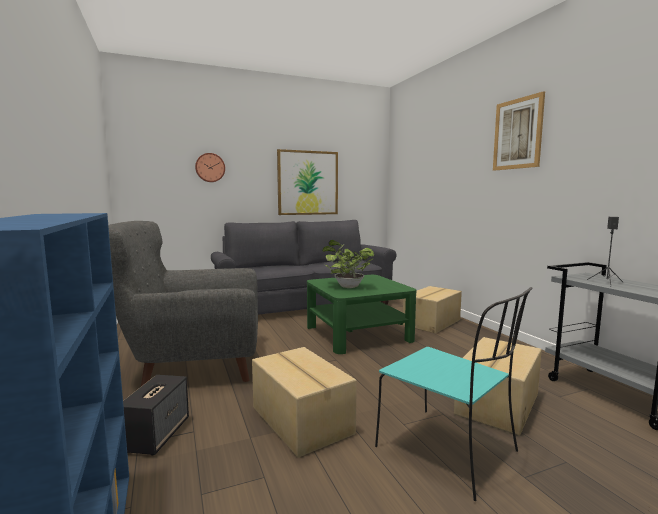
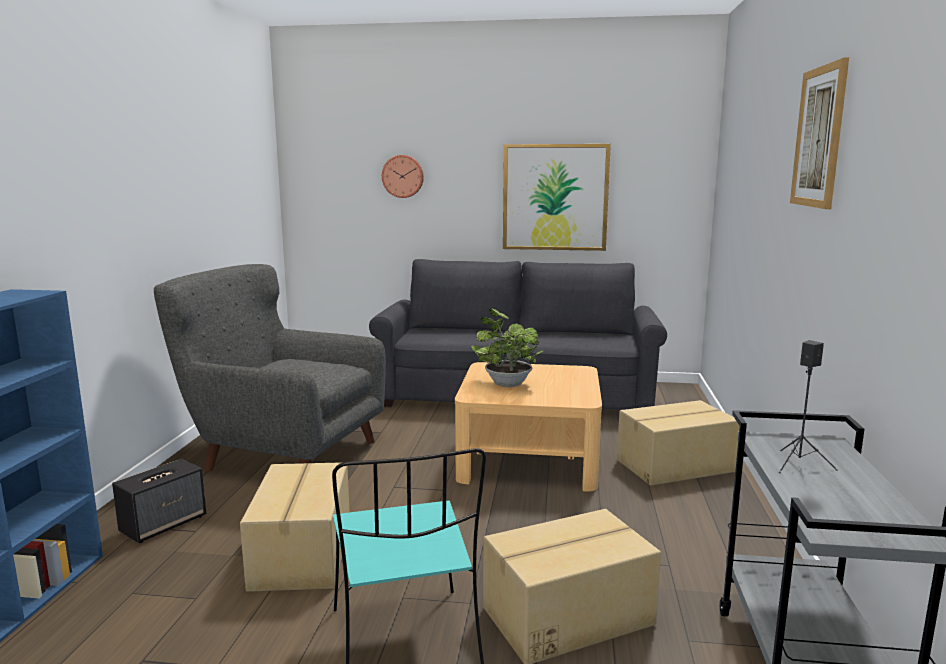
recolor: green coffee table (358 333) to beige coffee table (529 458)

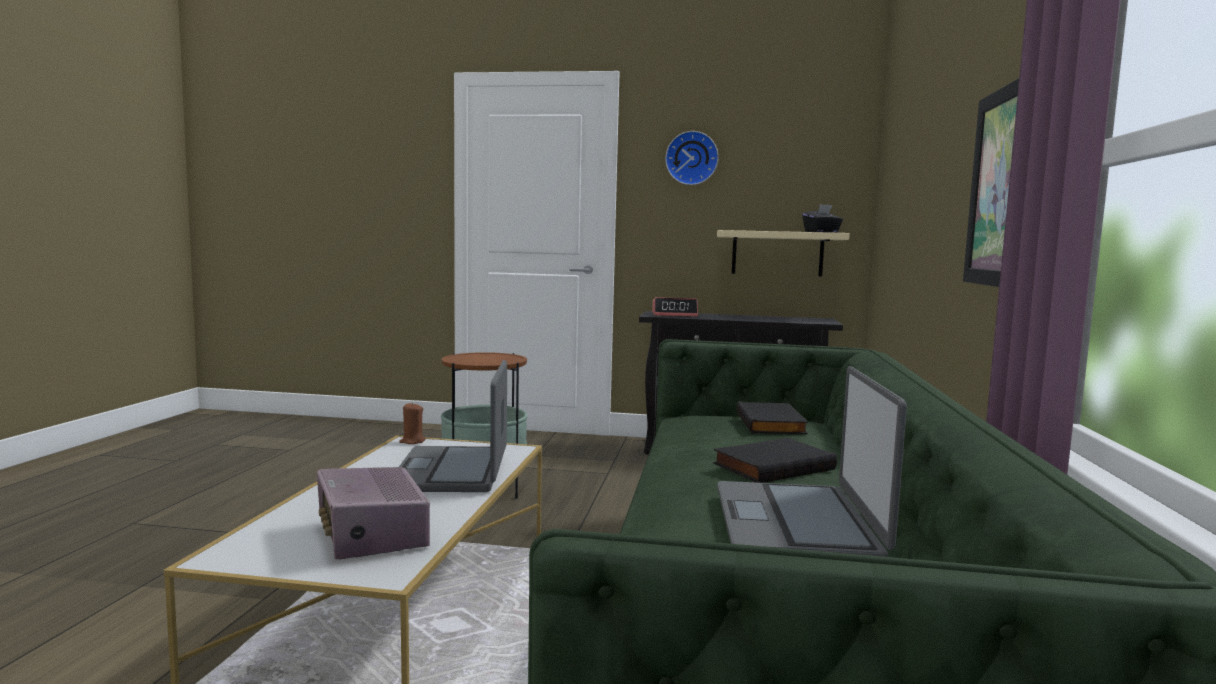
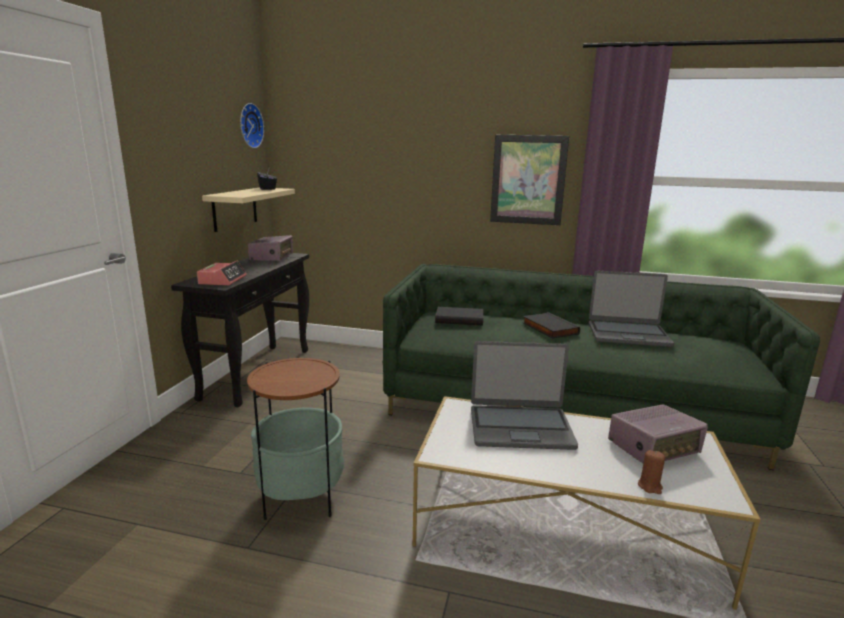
insert: radio (272 258)
move: brown candle (412 441) to (650 486); wall clock (691 158) to (249 125)

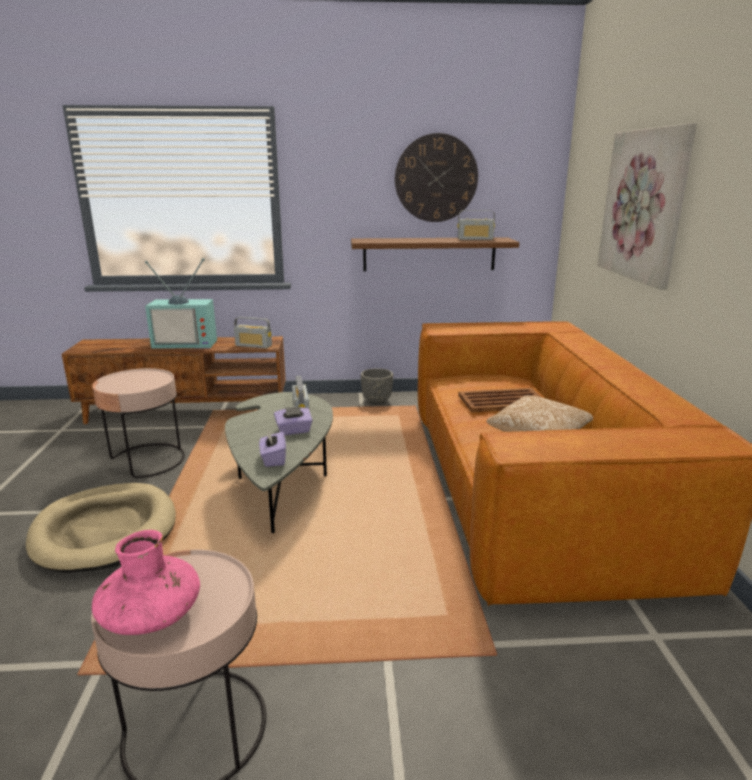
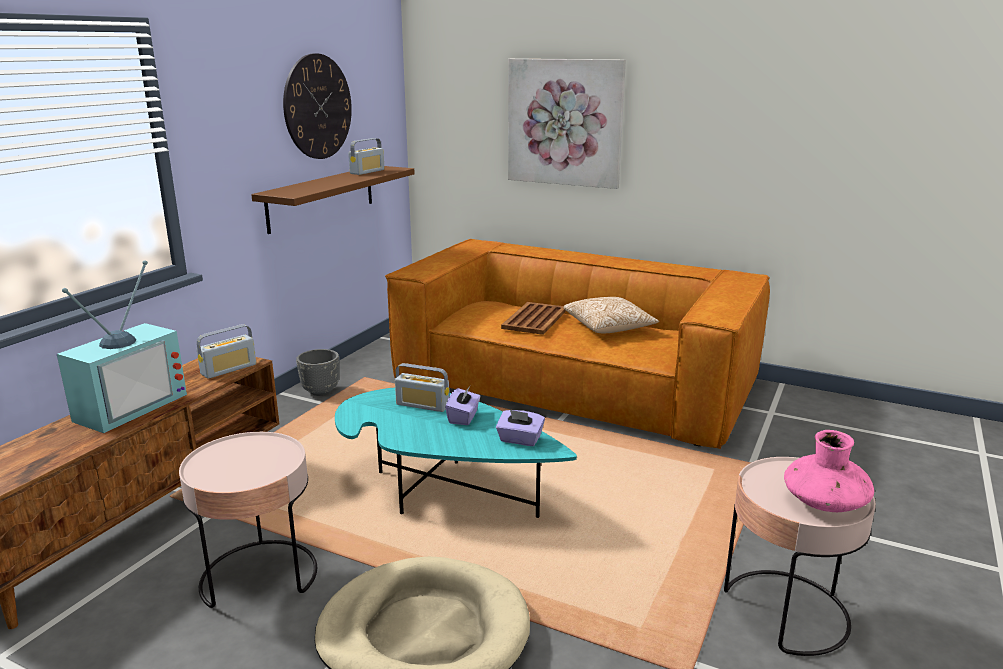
recolor: grey coffee table (283 483) to turquoise coffee table (442 490)

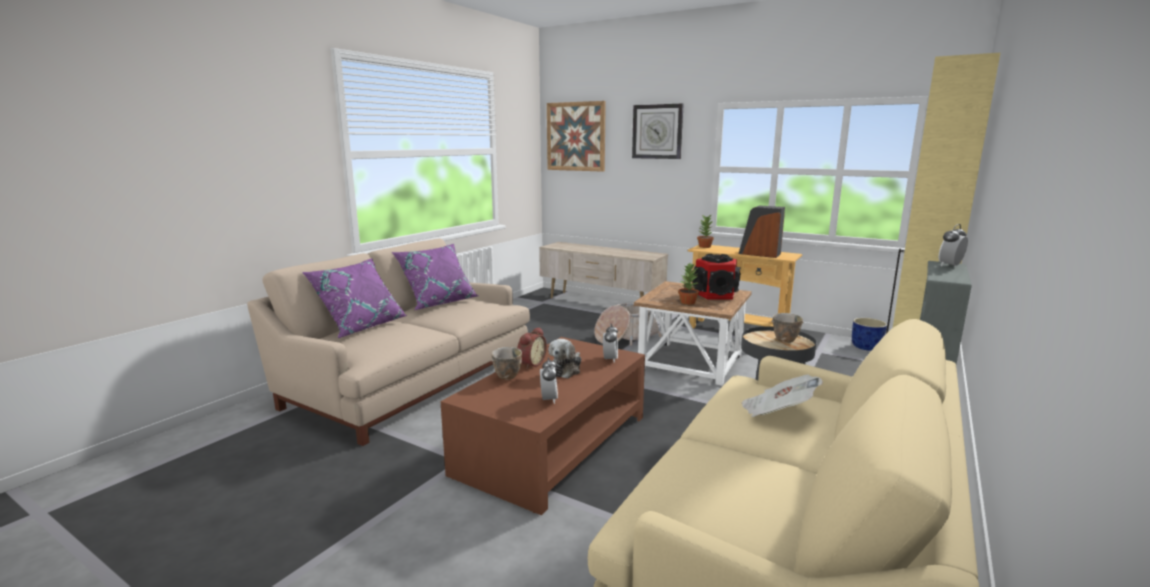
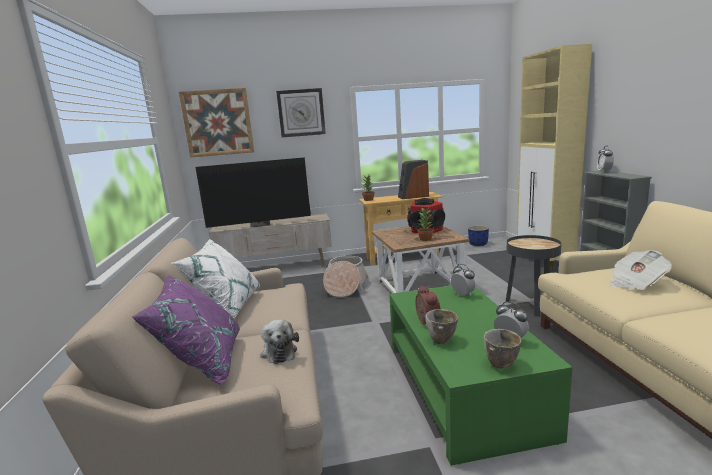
insert: television (260 224)
move: plush toy (566 370) to (279 352); bowl (784 341) to (500 365)
recolor: purple pillow (438 302) to white pillow (226 306); brown coffee table (553 444) to green coffee table (462 386)

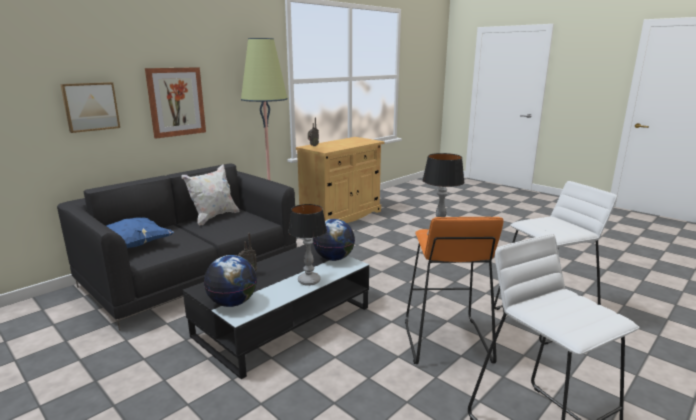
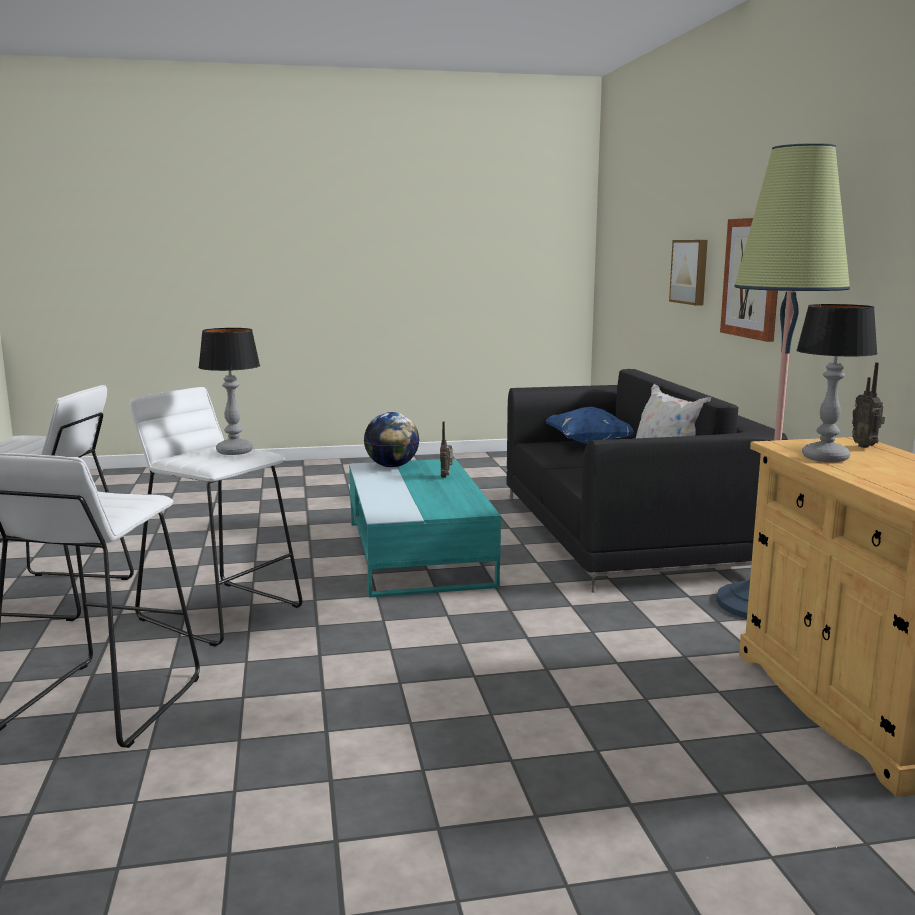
delete: globe (334 258)
move: table lamp (309 281) to (825 458)
recolor: black coffee table (283 321) to turquoise coffee table (417 552); orange stool (445 341) to white stool (221 612)

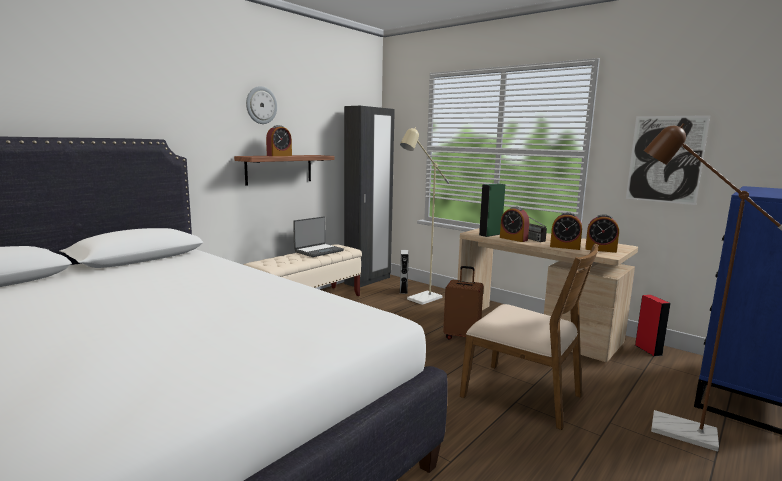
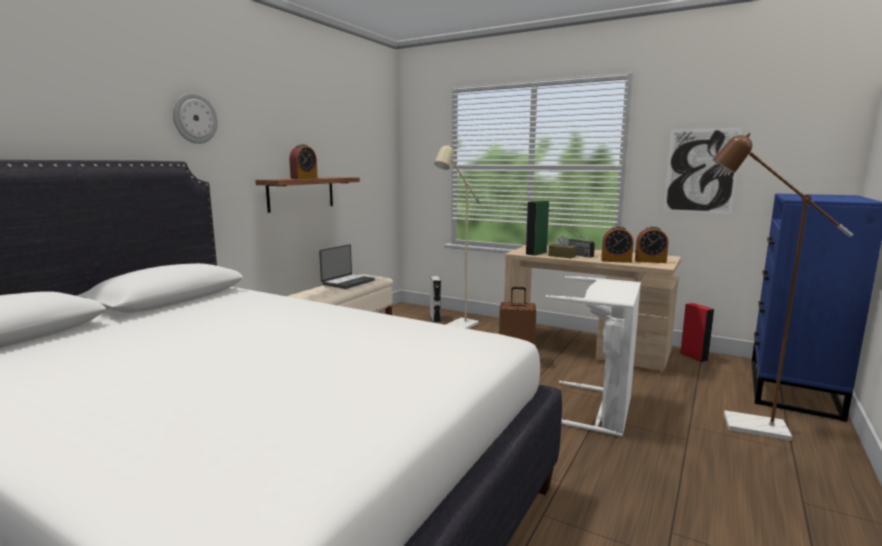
delete: black wardrobe (368 281)
move: wall clock (261 105) to (194 118)
replace: brown chair (522 395) to white laundry basket (600 410); alarm clock (513 239) to brown tissue box (562 256)

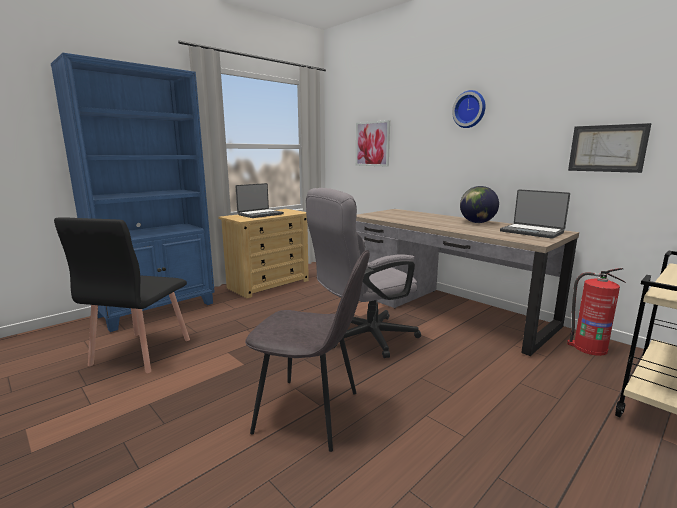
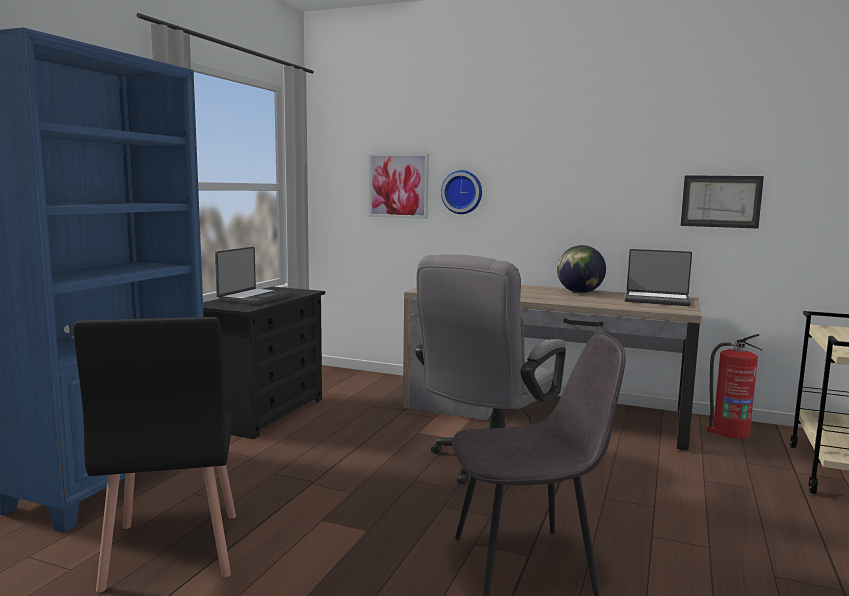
move: wall clock (470 109) to (462 192)
recolor: beige dresser (269 284) to black dresser (264 413)

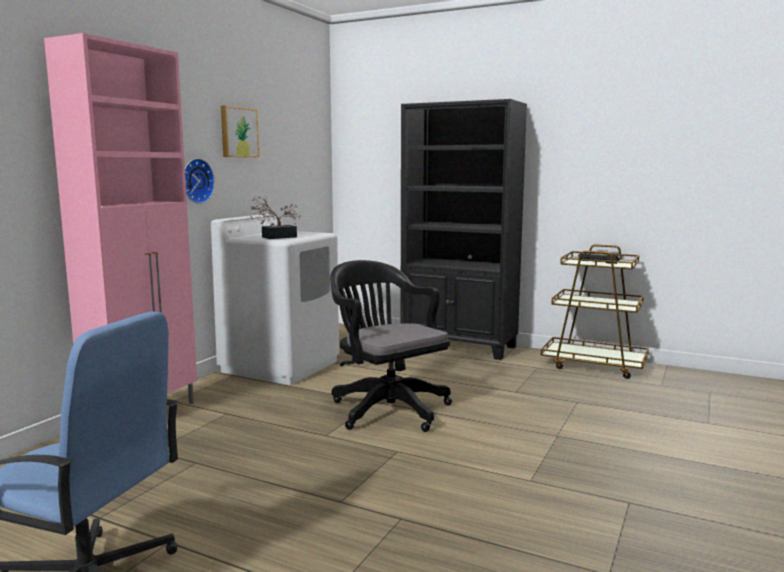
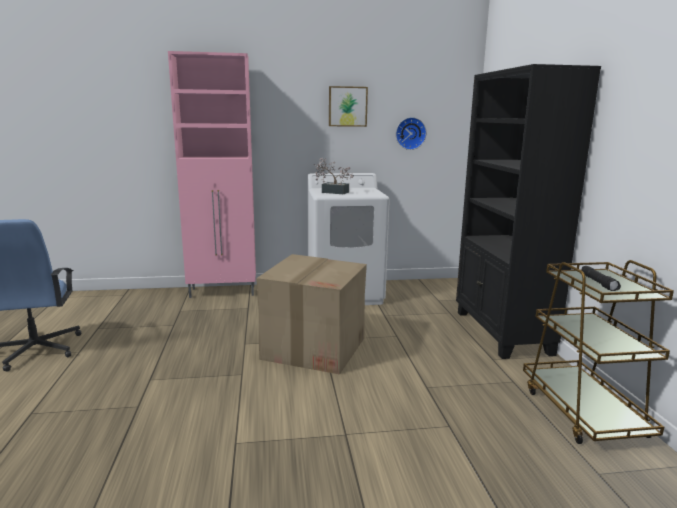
move: wall clock (196 181) to (410 133)
replace: black office chair (386 408) to cardboard box (314 347)

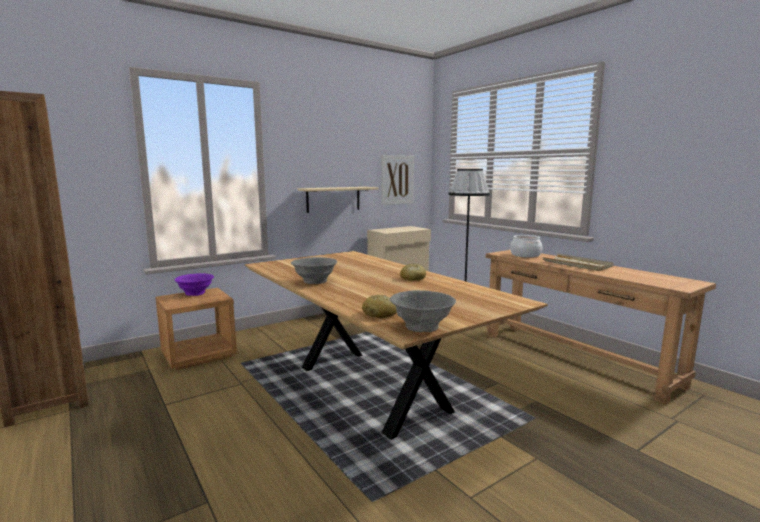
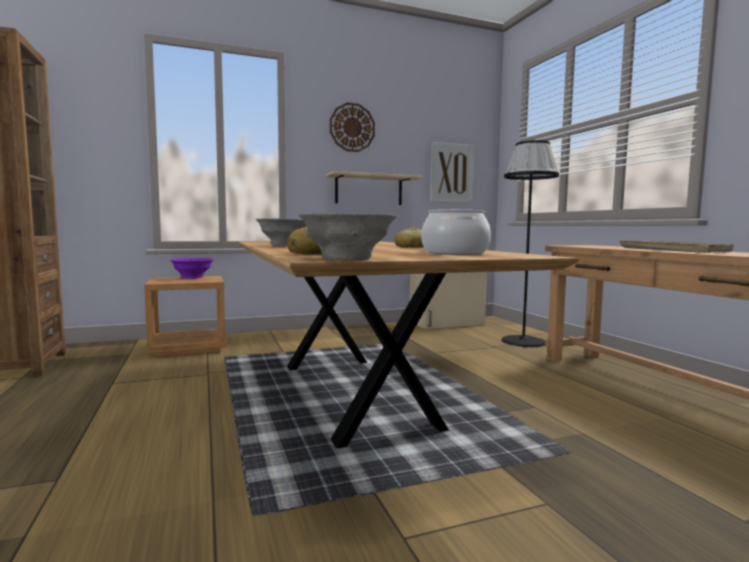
insert: wall clock (352 127)
move: cooking pot (525 255) to (454 253)

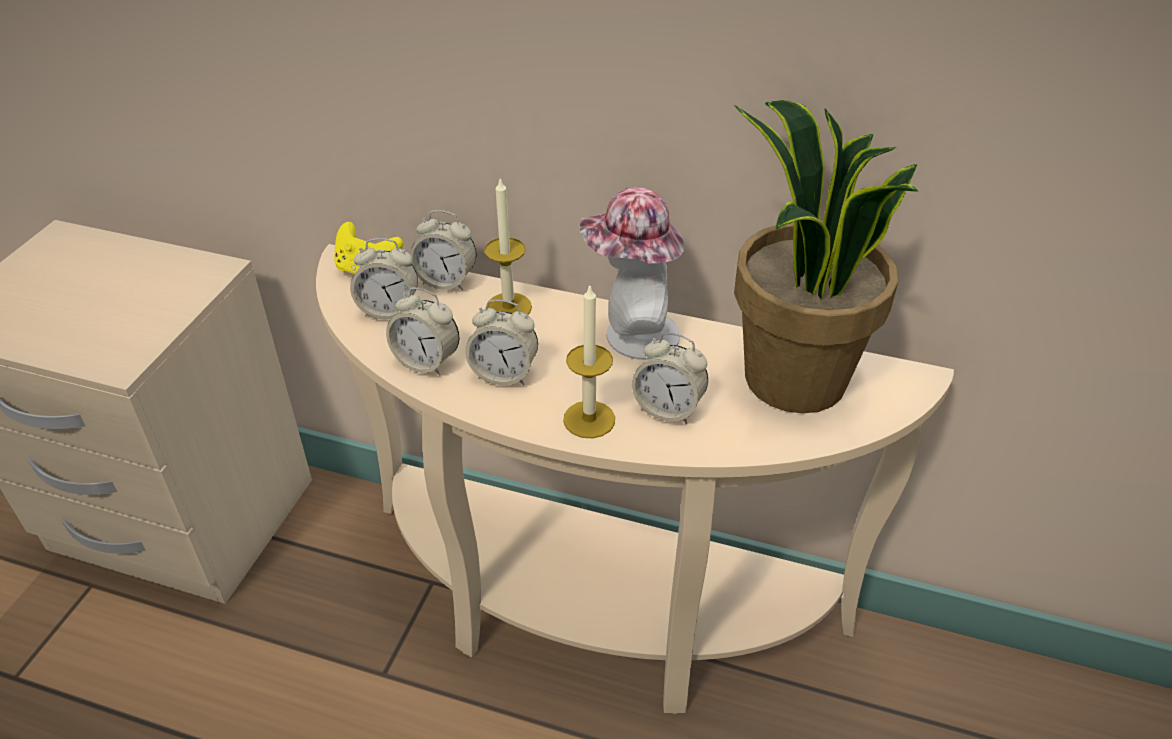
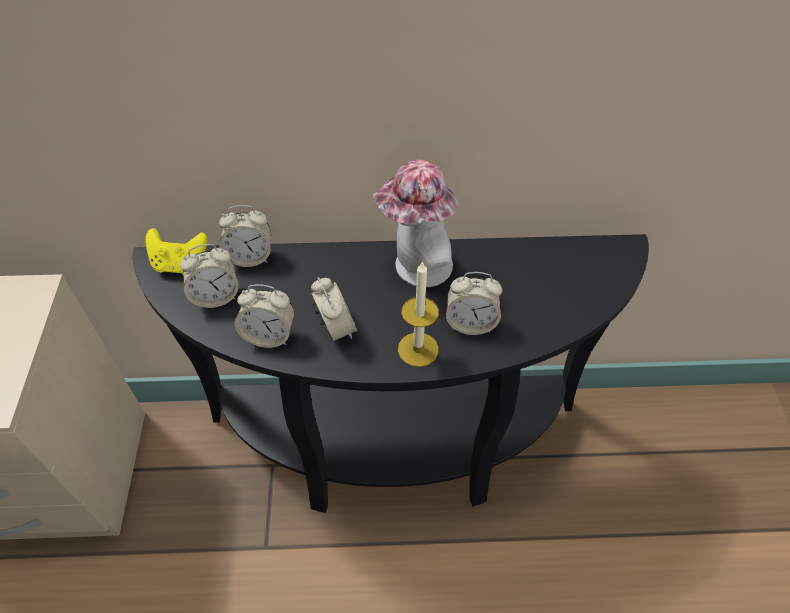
delete: candle (508 307); potted plant (793 379)
recolor: beige console table (589 612) to black console table (394 450)
rotate: alarm clock (504 374) = (335 328) 105 degrees counterclockwise

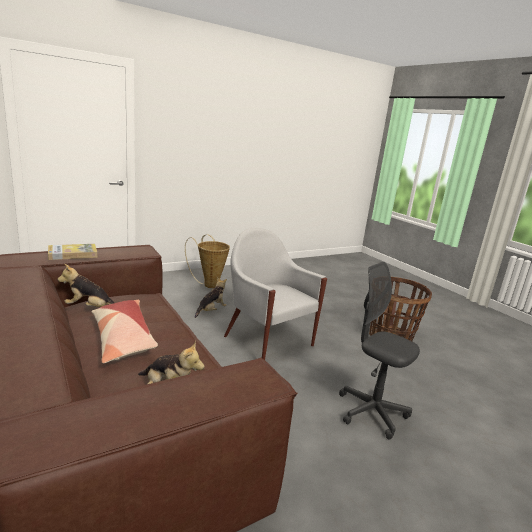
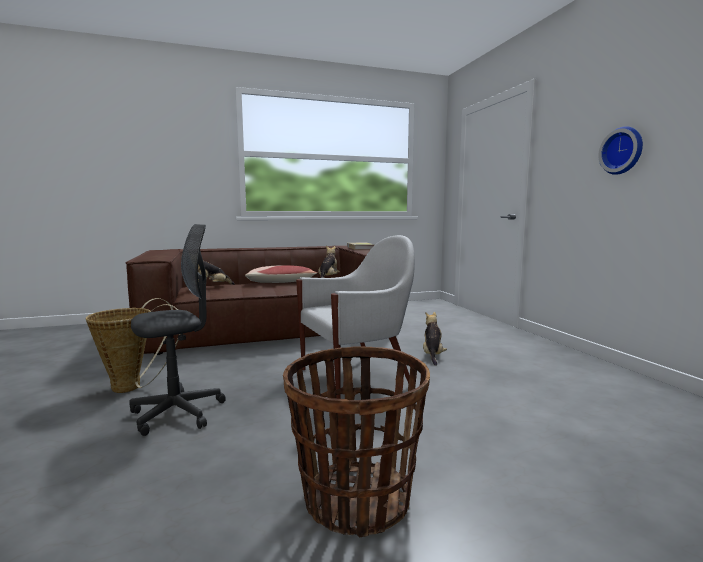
insert: wall clock (623 151)
move: basket (209 284) to (134 386)
rotate: plush toy (211 311) = (432 355) 135 degrees counterclockwise

